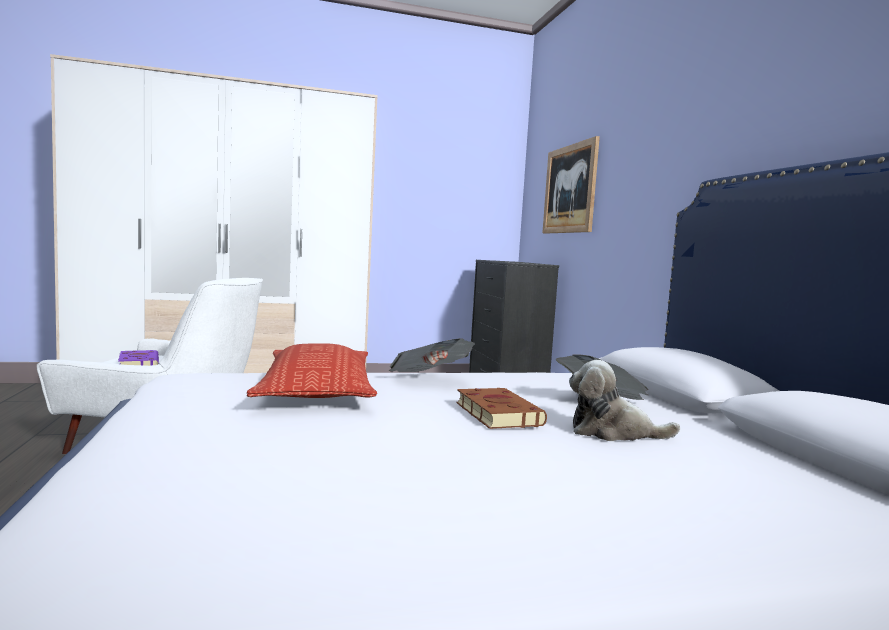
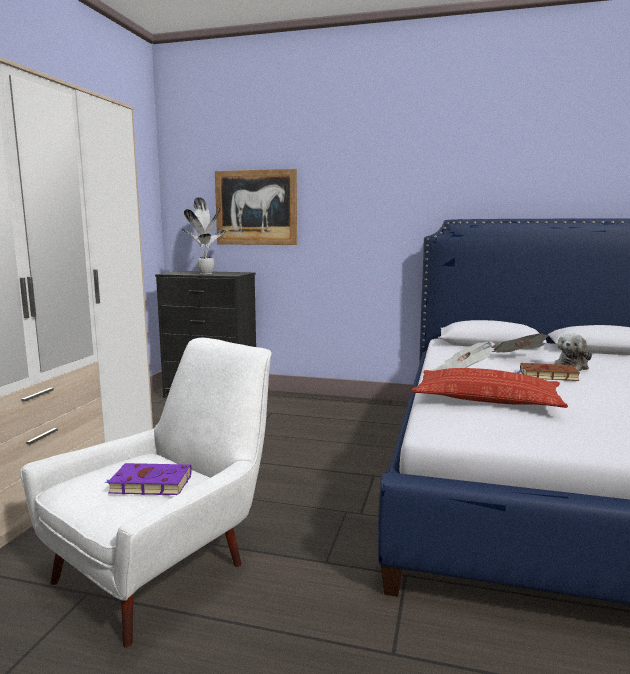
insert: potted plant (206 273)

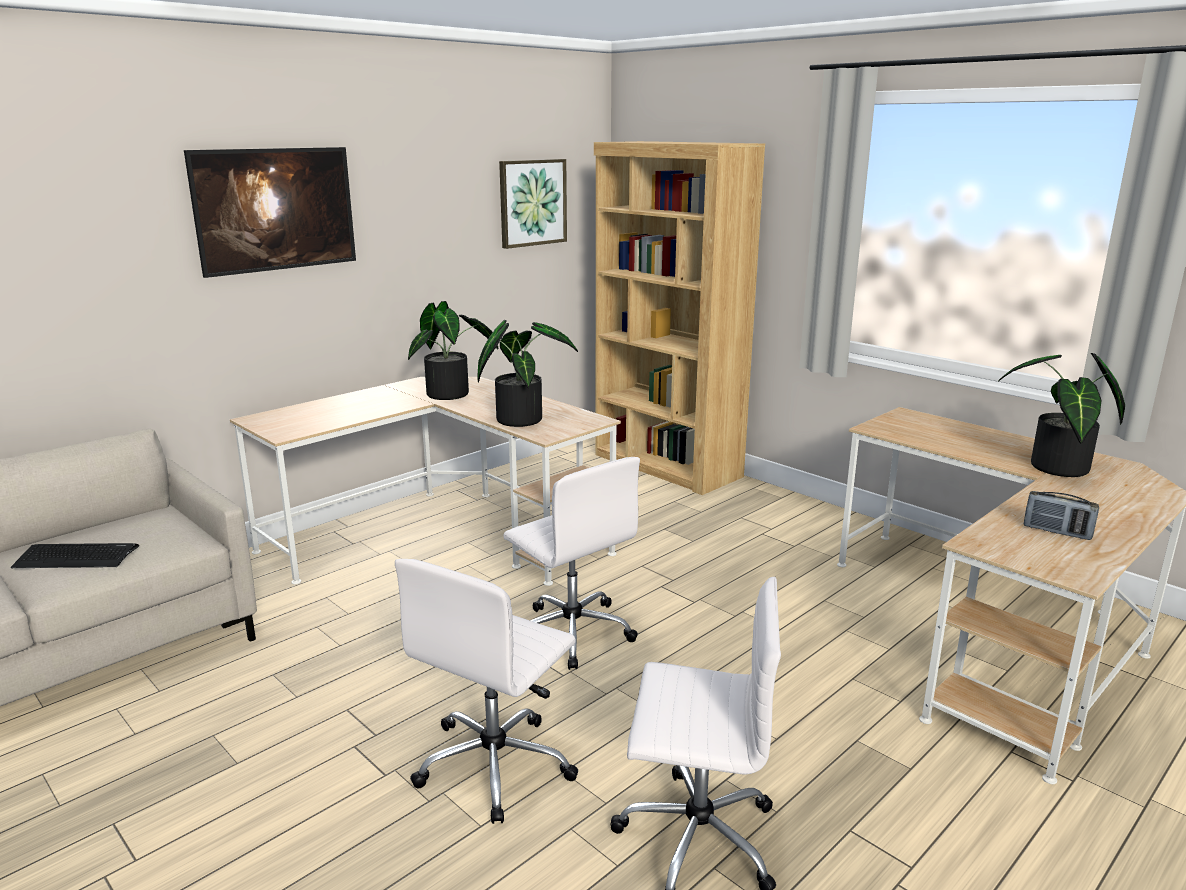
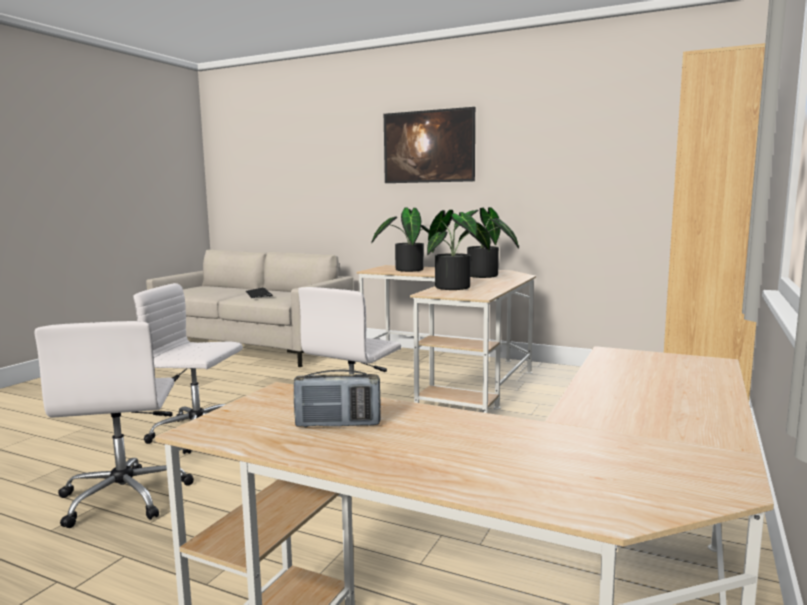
delete: picture (532 202)
move: potted plant (1056 469) to (406 269)
rotate: radio (1057 532) = (338 424) 105 degrees counterclockwise

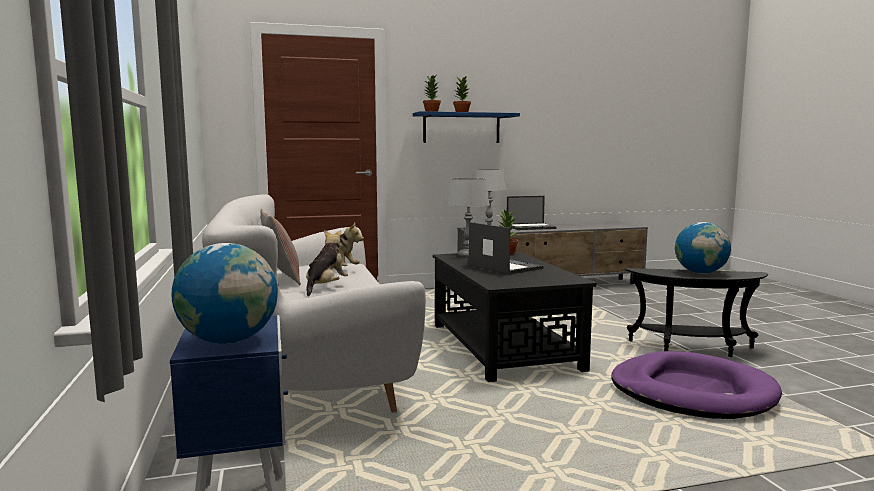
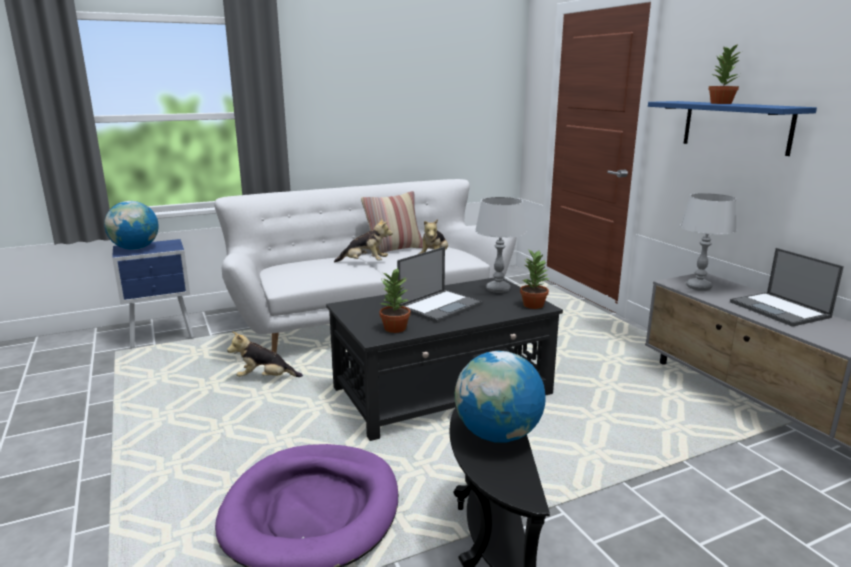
insert: plush toy (265 378)
move: potted plant (432 112) to (394 328)

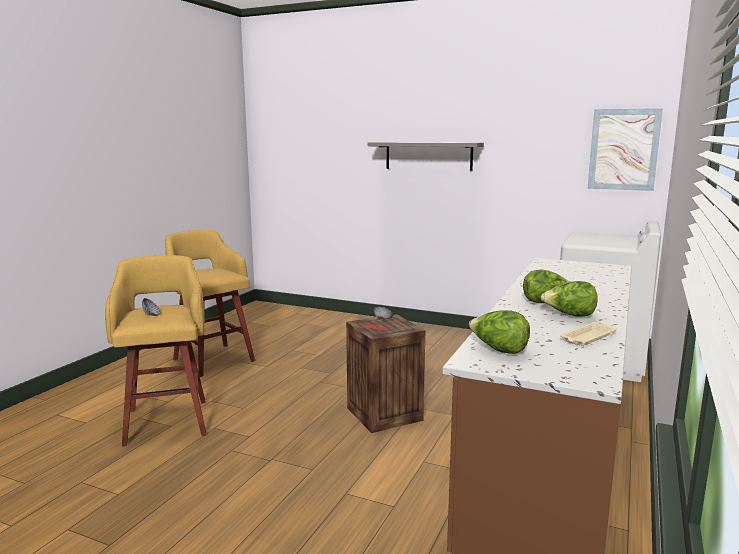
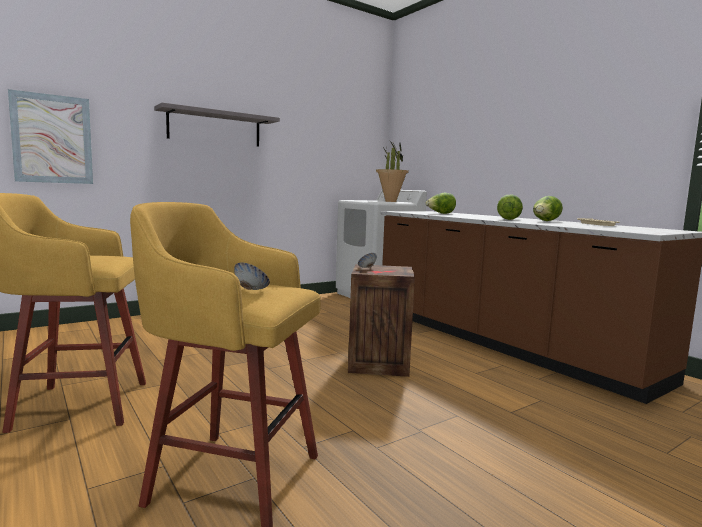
insert: potted plant (391 201)
move: lettuce (498 350) to (440 213); picture (623 149) to (52 139)

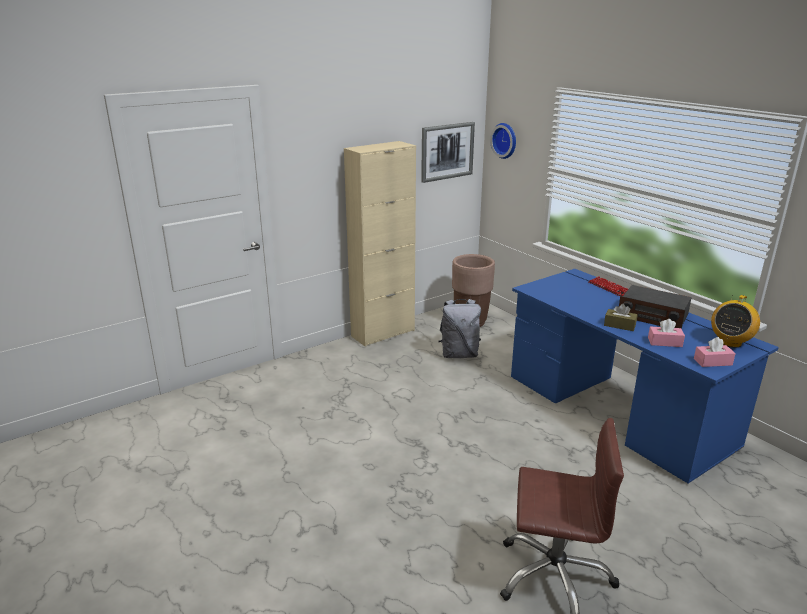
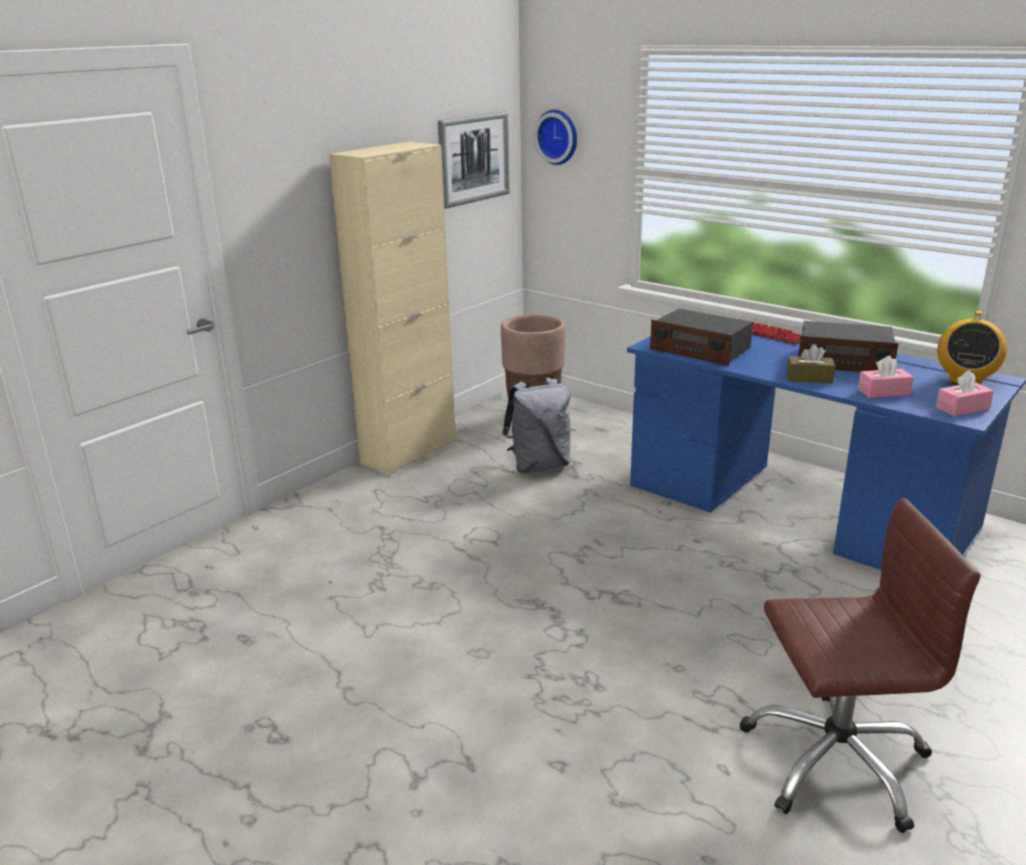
insert: radio (700 349)

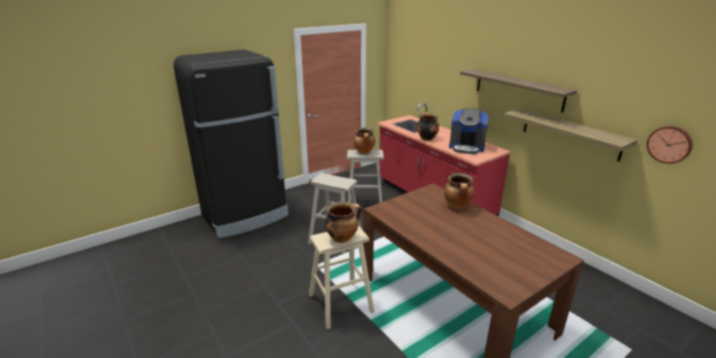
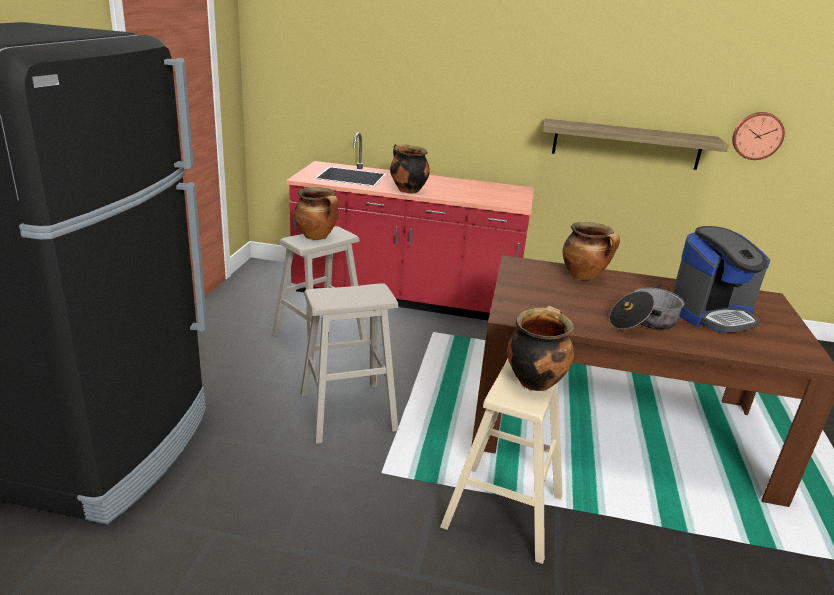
delete: shelf (518 89)
insert: cooking pot (643 322)
move: coffee machine (466 147) to (711 314)

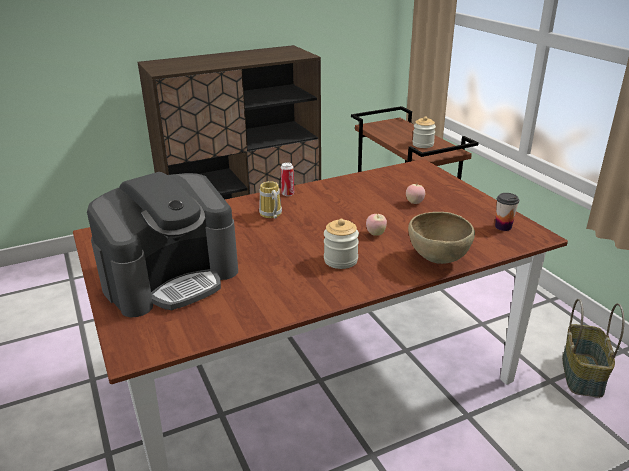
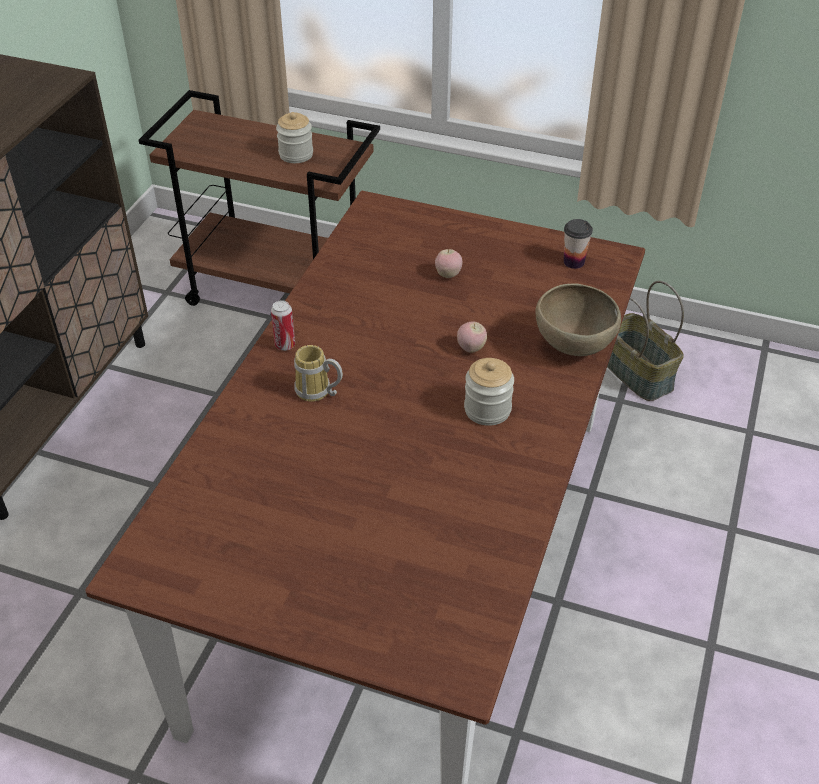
delete: coffee machine (171 278)

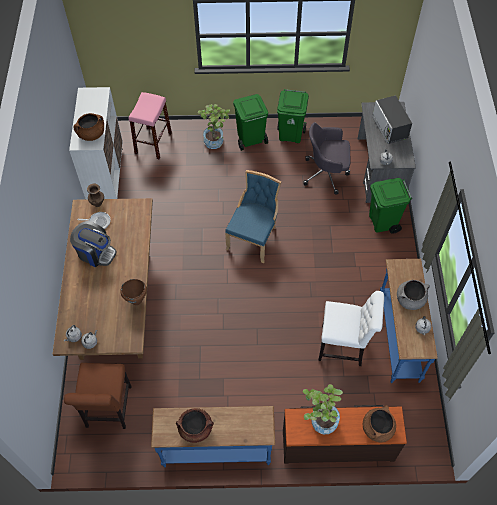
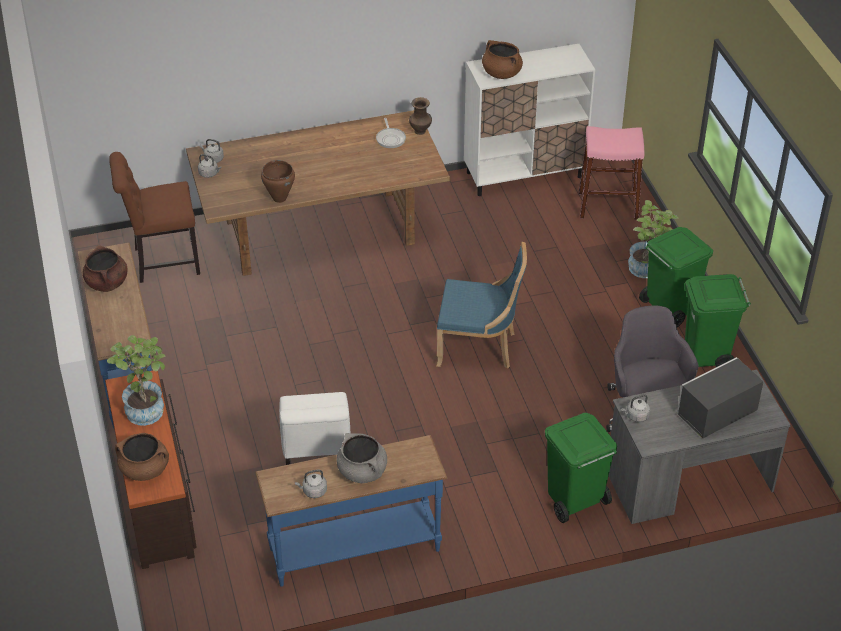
delete: coffee machine (96 252)

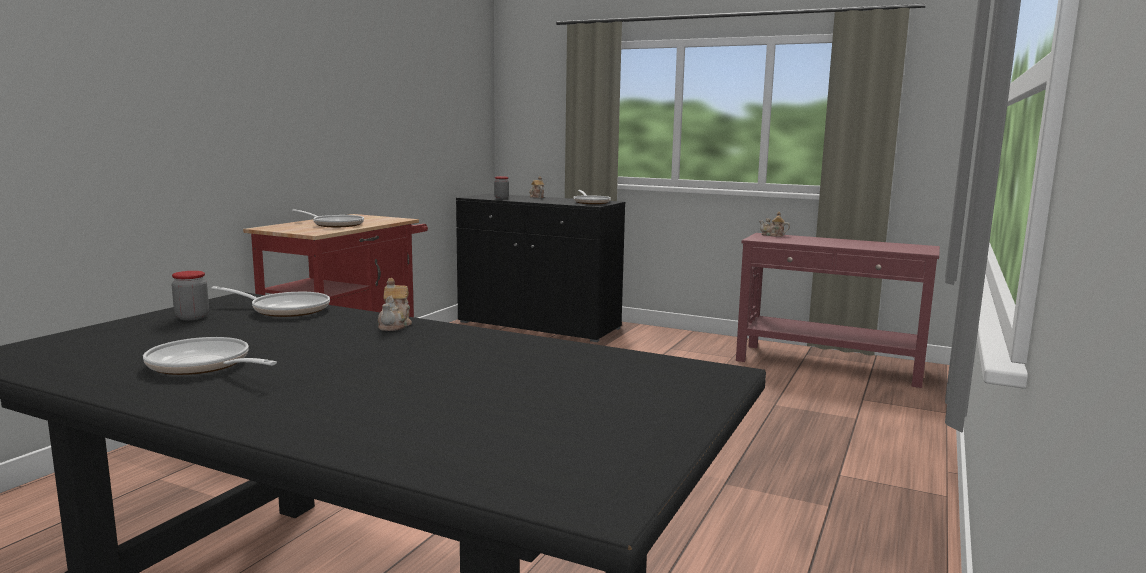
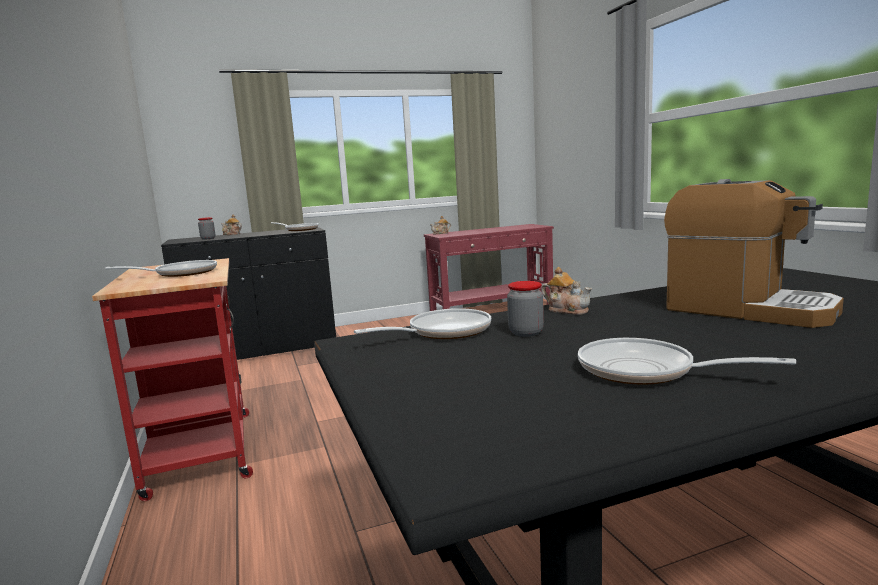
insert: coffee machine (747 309)
move: jar (192 317) to (526 332)
rotate: frying pan (203 366) = (645 371) 45 degrees clockwise

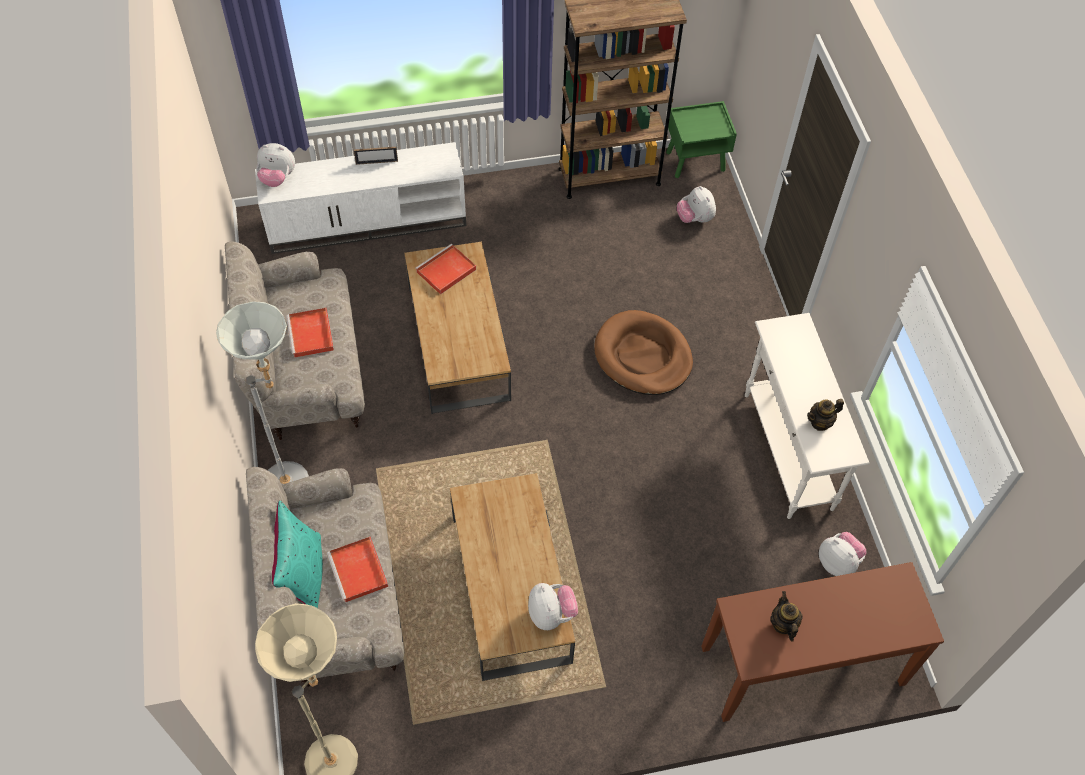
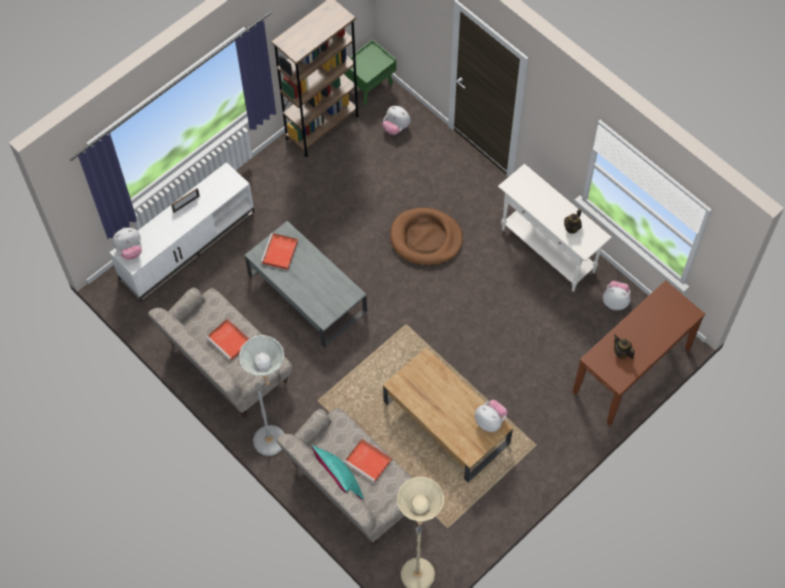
recolor: brown coffee table (458 340) to grey coffee table (306 292)

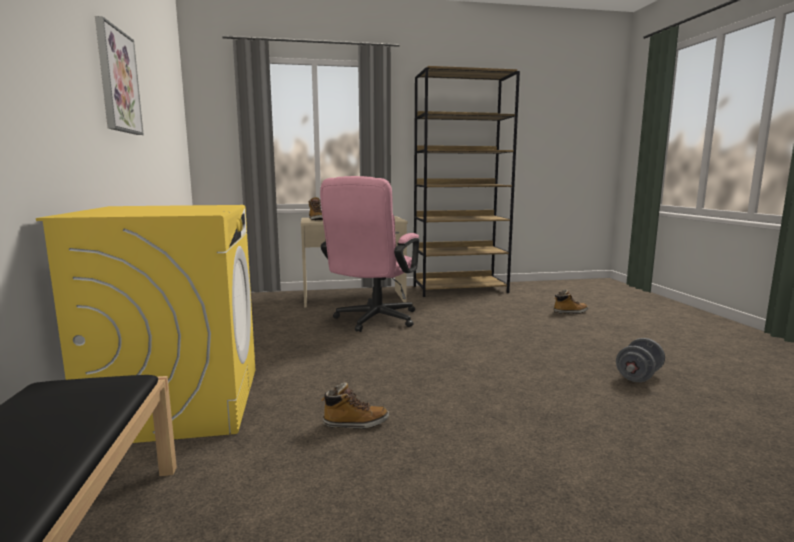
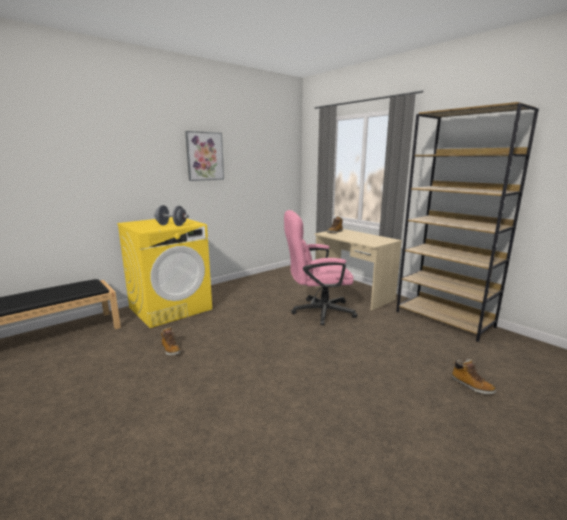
move: grey dumbbell (638 376) to (171 225)

